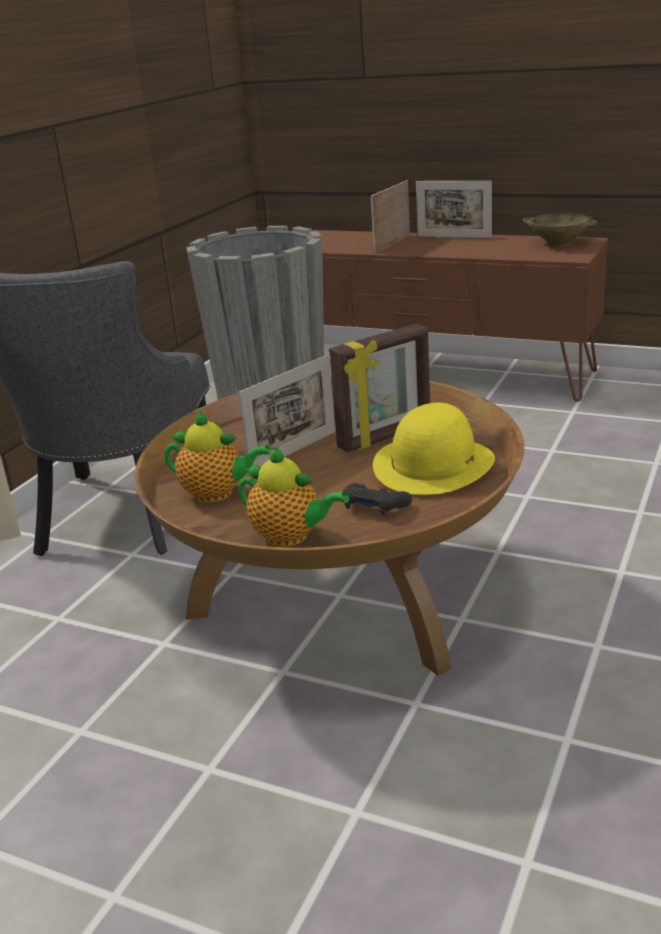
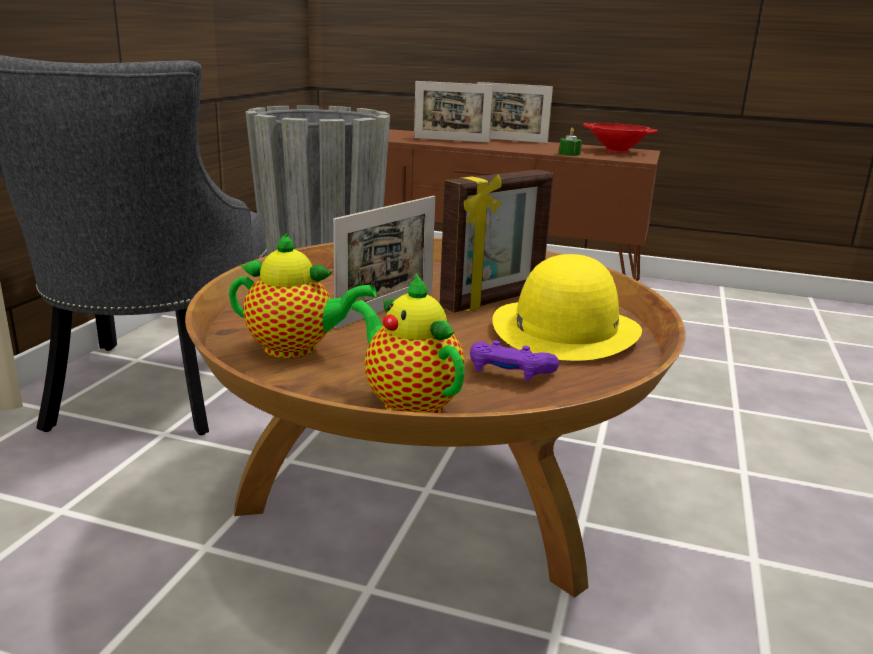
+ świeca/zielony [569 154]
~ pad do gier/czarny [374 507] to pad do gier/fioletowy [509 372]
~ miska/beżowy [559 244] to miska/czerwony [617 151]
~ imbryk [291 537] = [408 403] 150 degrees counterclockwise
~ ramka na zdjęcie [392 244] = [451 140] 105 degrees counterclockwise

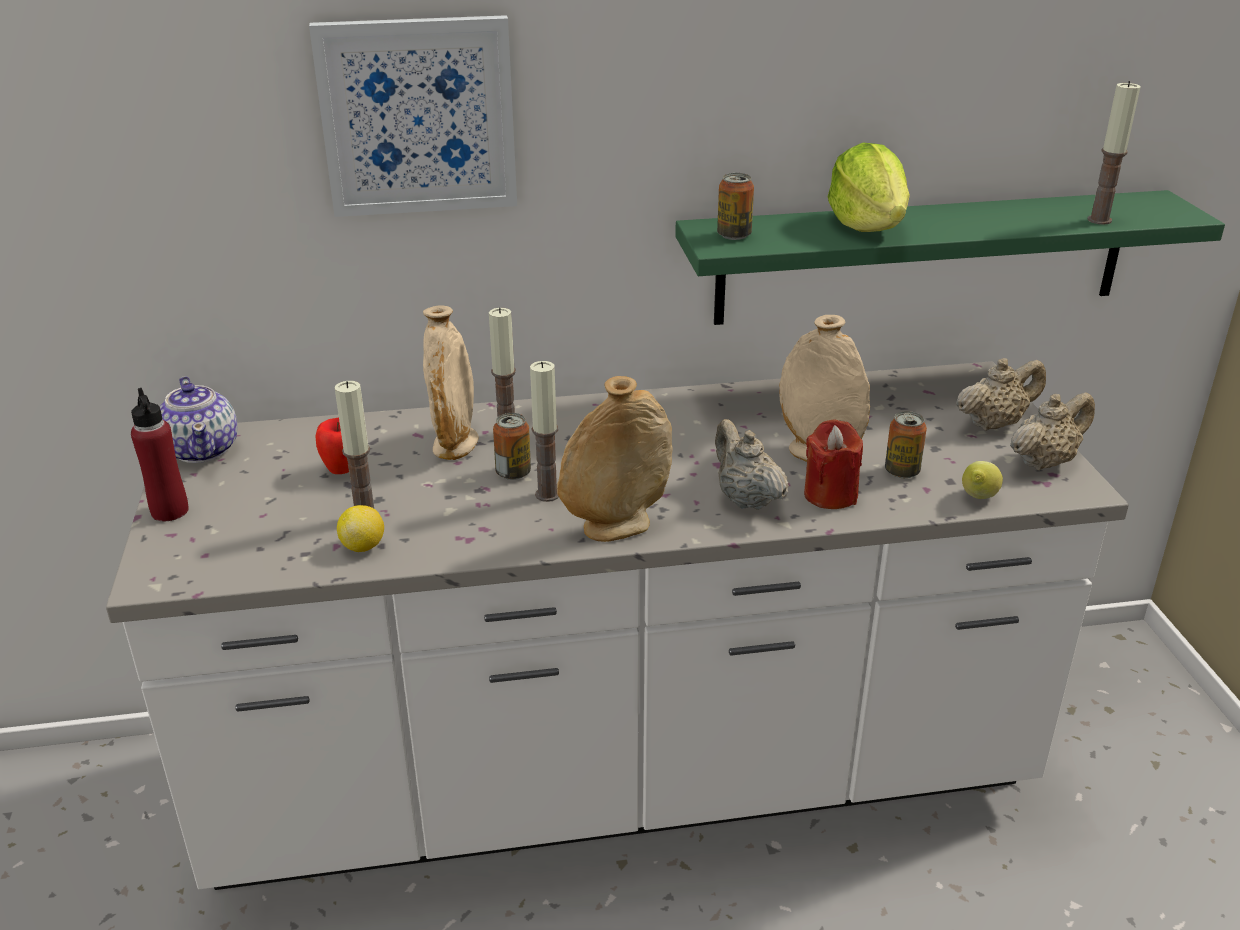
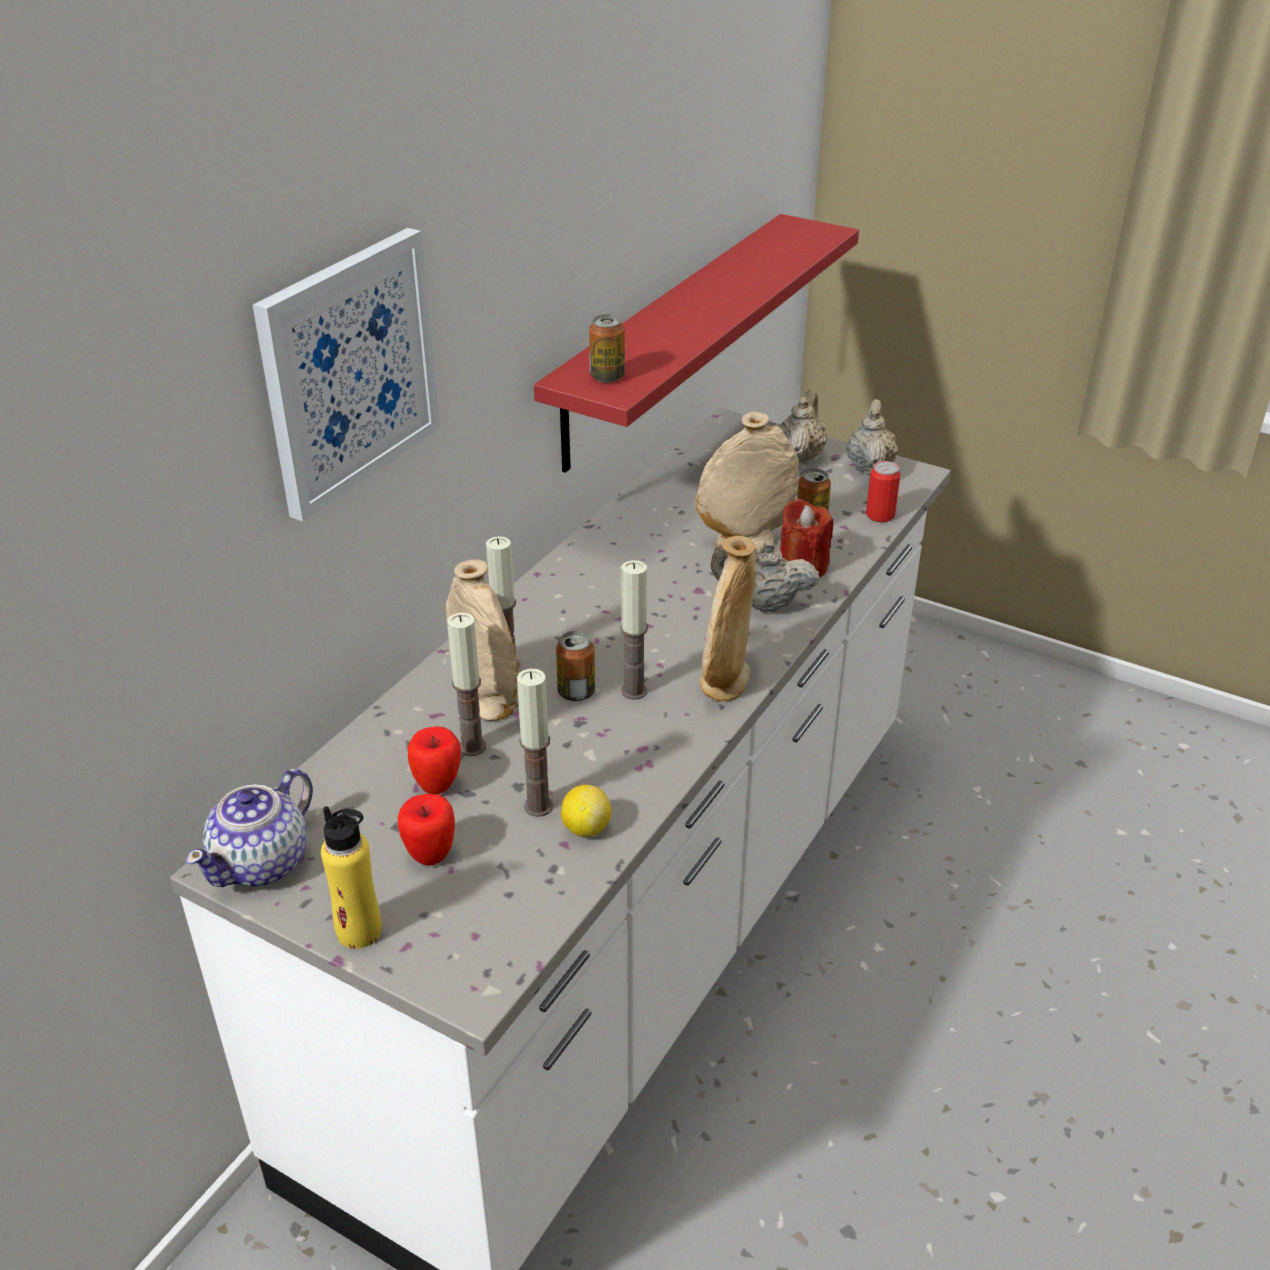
- sałata [868 226]
+ jabłko [430 855]
~ świeca [1099 220] to [472 747]
~ cytryna [978 498] to puszka [880 515]
~ butelka/czerwony [170 511] to butelka/żółty [359 931]
~ półka/zielony [922 257] to półka/czerwony [671 338]
~ imbryk [202 449] = [263 862] 105 degrees clockwise

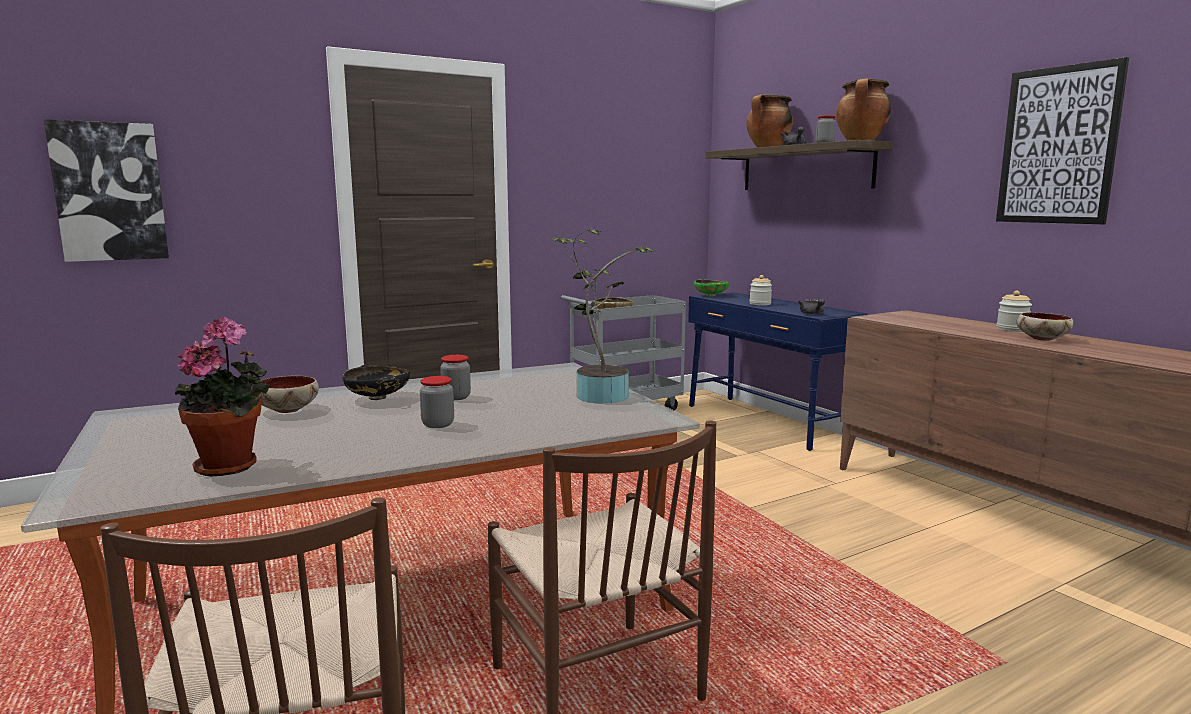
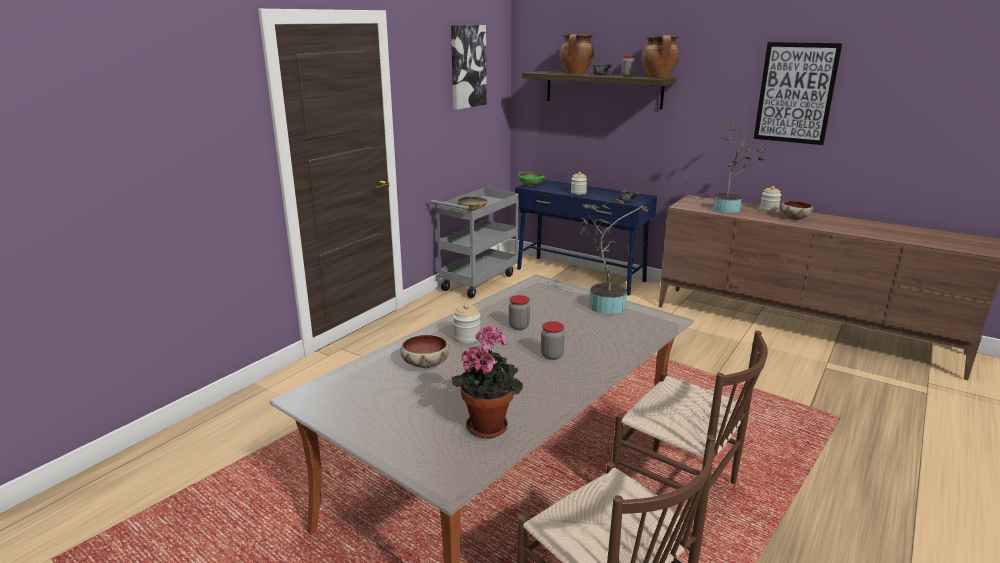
+ roślina doniczkowa [729 209]
~ obraz [109 192] to [467 66]
~ miska/czarny [378 398] to słoik [467 338]

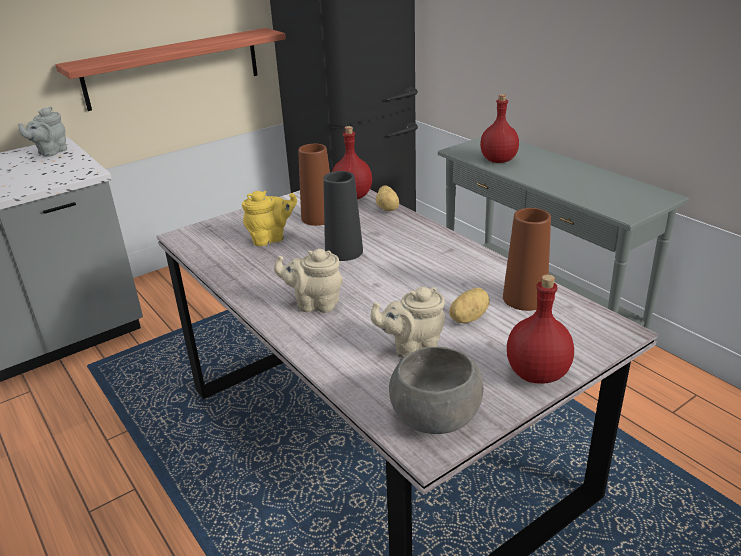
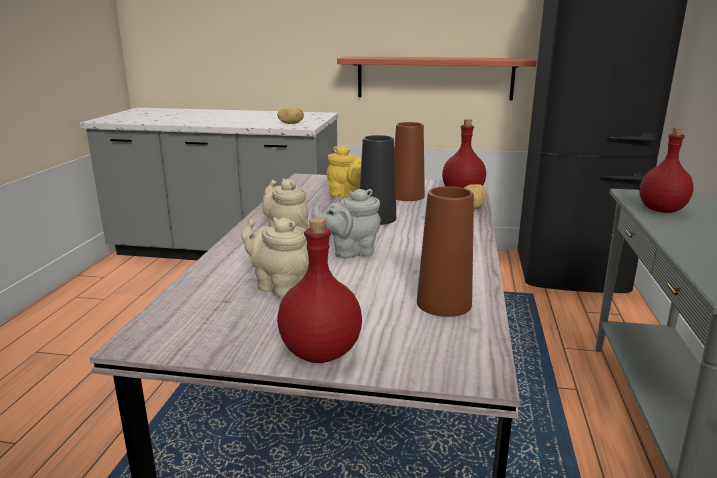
- miska/szary [435 414]
~ imbryk/szary [51 152] to [350 252]
~ ziemniak [467 318] to [291 123]

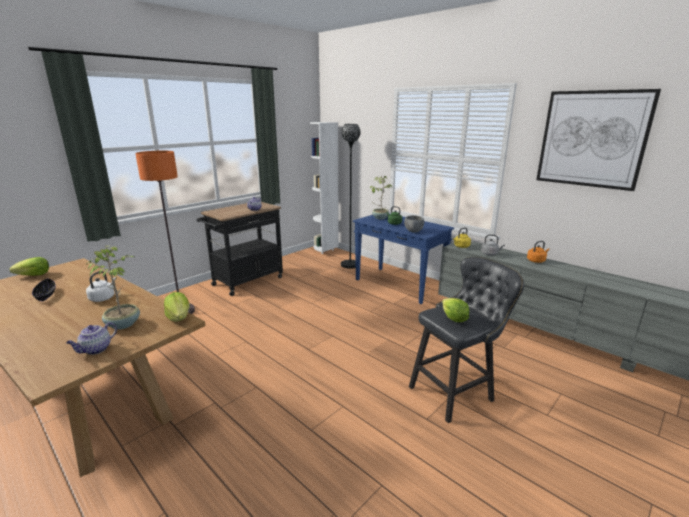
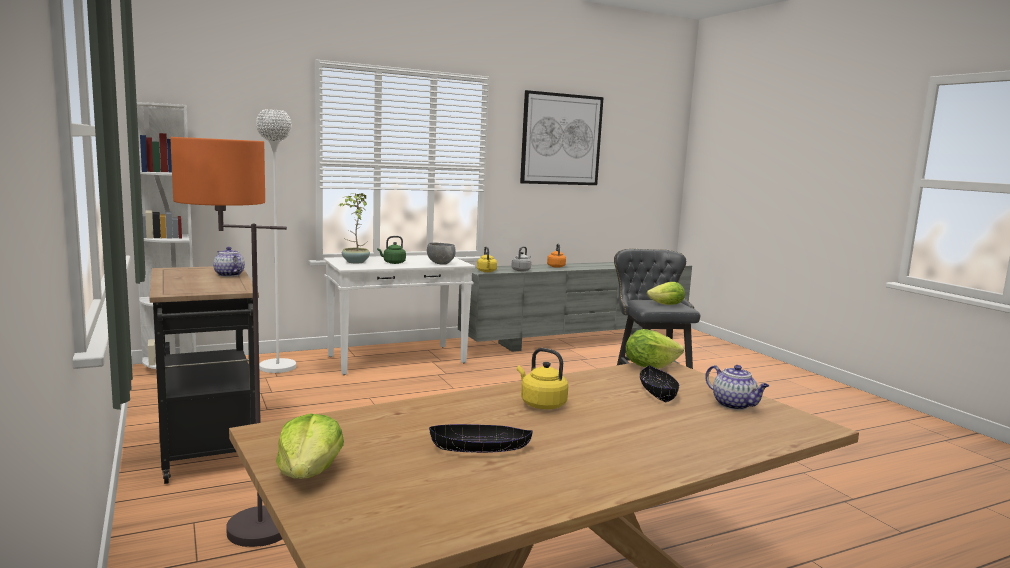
~ roślina doniczkowa [123 324] to miska/czarny [657 392]
~ czajnik/biały [103 298] to czajnik/żółty [541 404]
~ lampa stojąca/czarny [350 264] to lampa stojąca/biały [277 367]
~ stolik konsolowy/niebieski [399 285] to stolik konsolowy/biały [398 359]

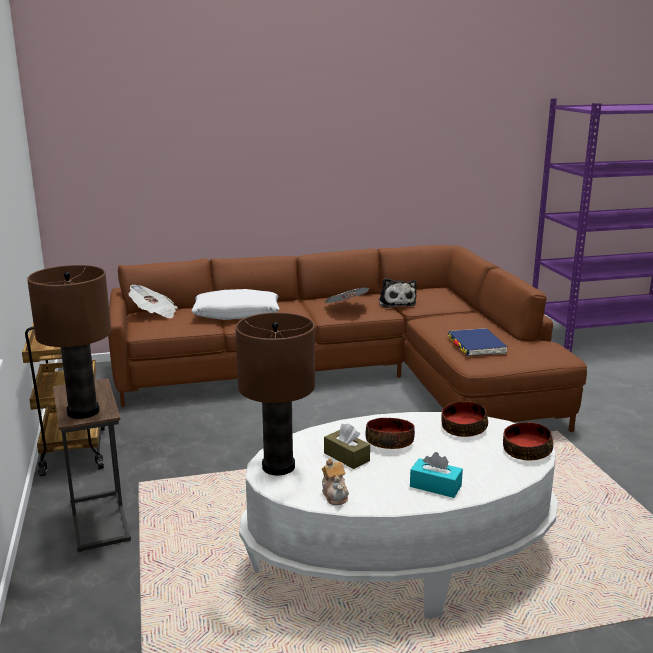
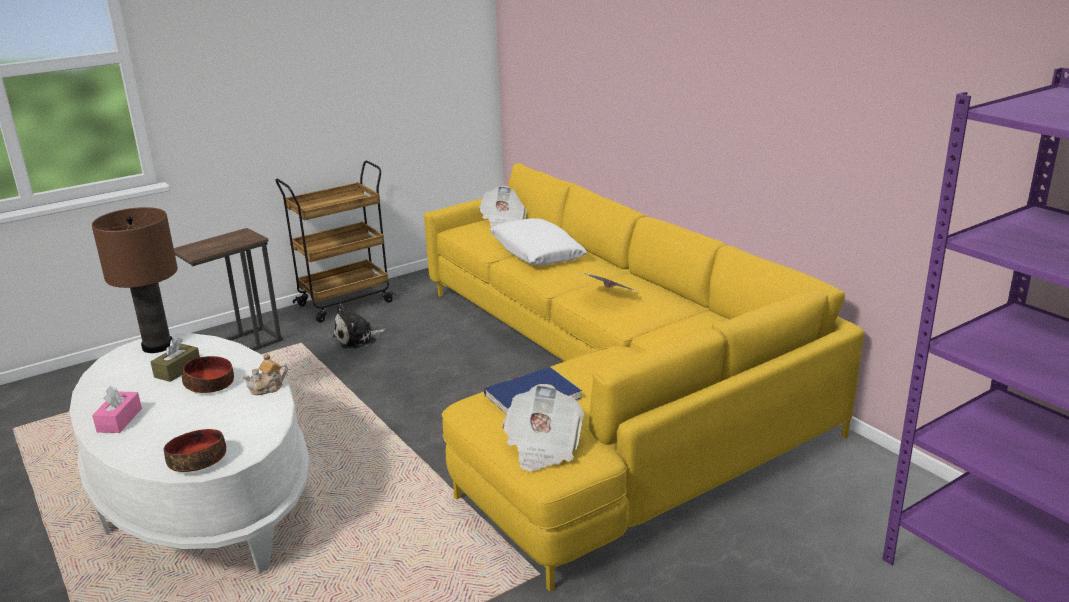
- lampa stołowa/brązowy [84 411]
- miska [463 428]
+ gazeta [542 447]
~ imbryk [335 494] to [268 388]
~ pluszak [396 303] to [357 339]
~ kanapa/brązowy [350 375] to kanapa/żółty [605 386]
~ pudełko chusteczek/turkusowy [435 486] to pudełko chusteczek/różowy [119 420]

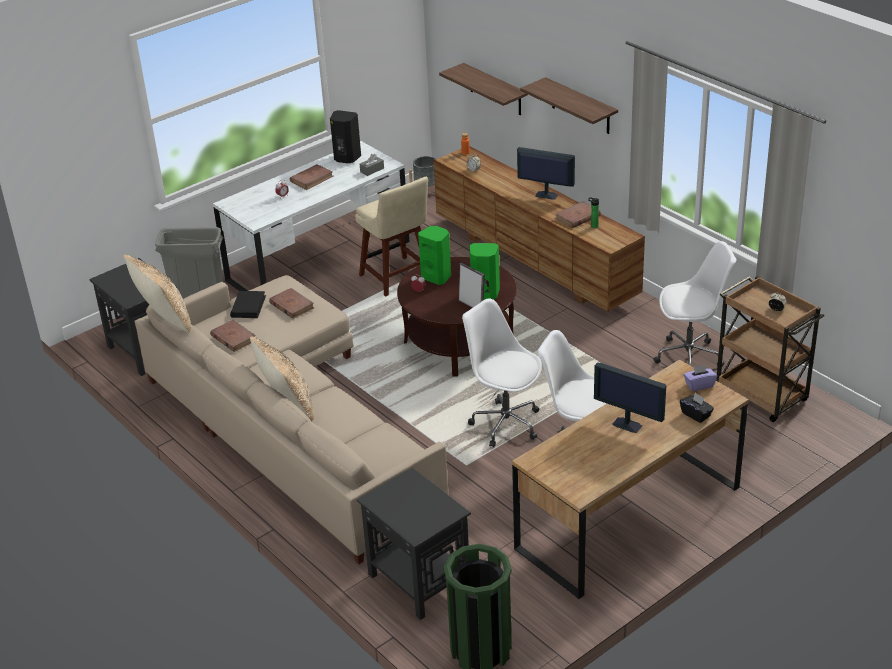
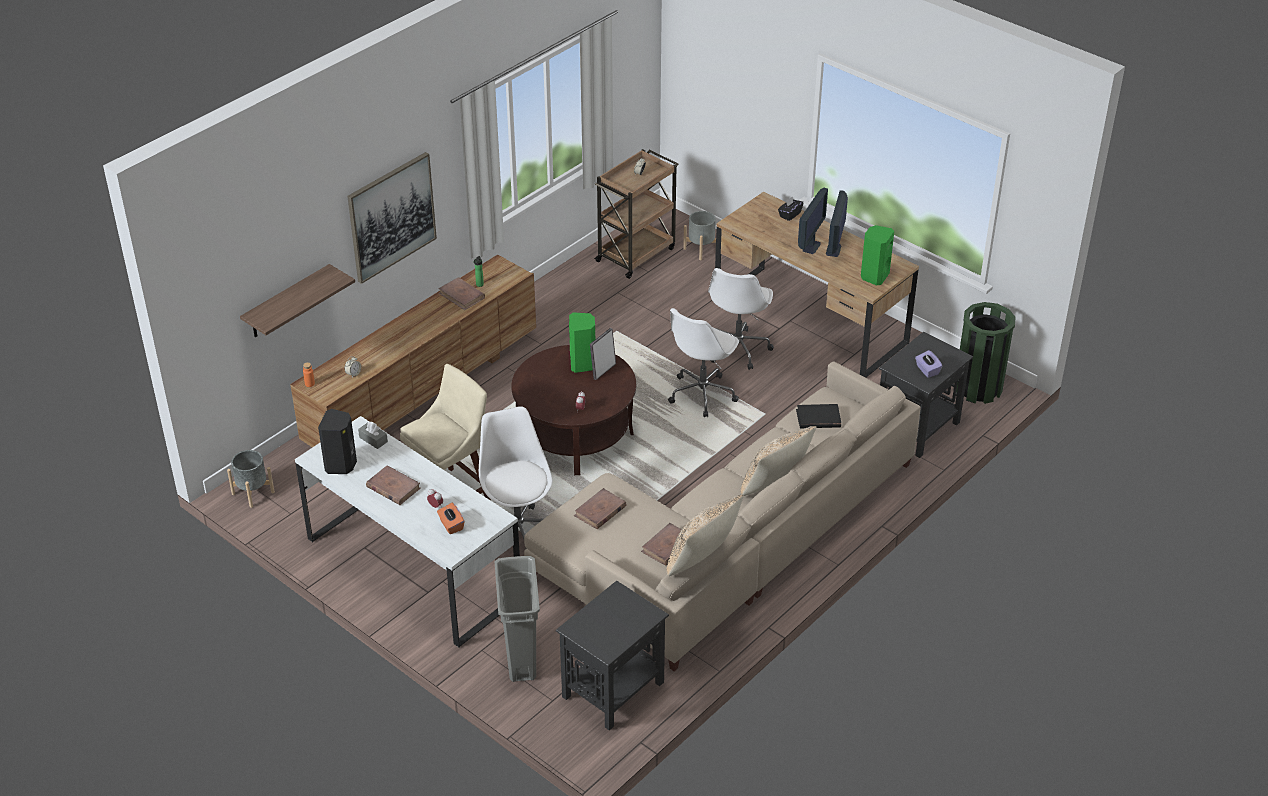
+ pudełko chusteczek/pomarańczowy [451 525]
+ donica/szary [701 249]
~ książka/czarny [248 306] to [818 418]
~ głośnik/zielony [437 277] to [874 276]
~ monitor [545 195] to [833 250]
~ krzesło biurowe/biały [690 357] to [518 530]
~ pudełko chusteczek/fioletowy [699 385] to [927 370]
~ półka [580 106] to obraz [391 217]

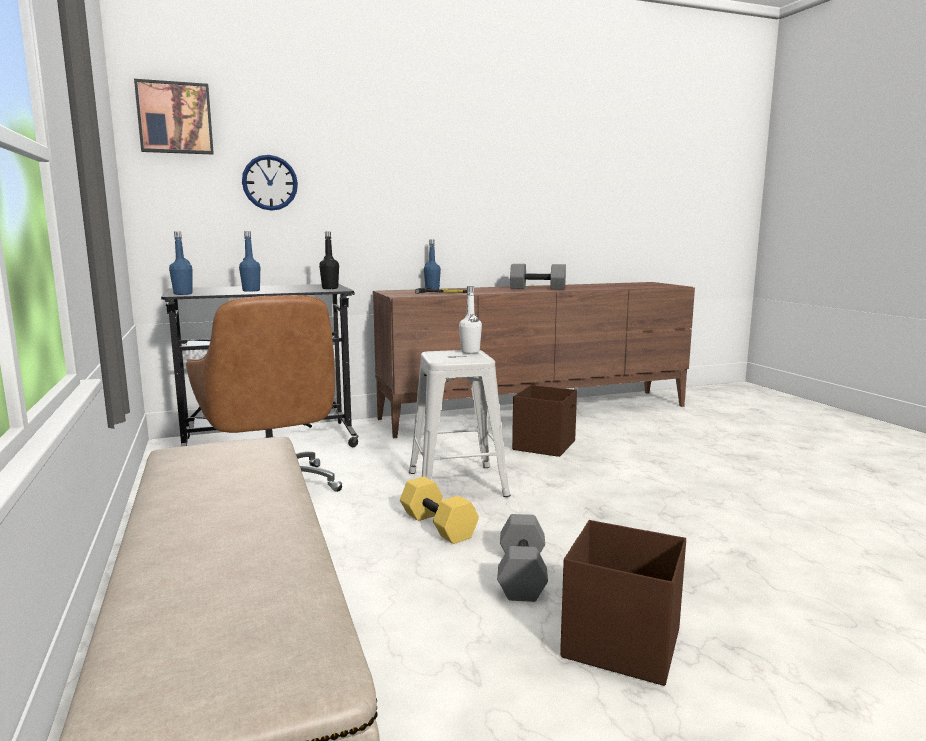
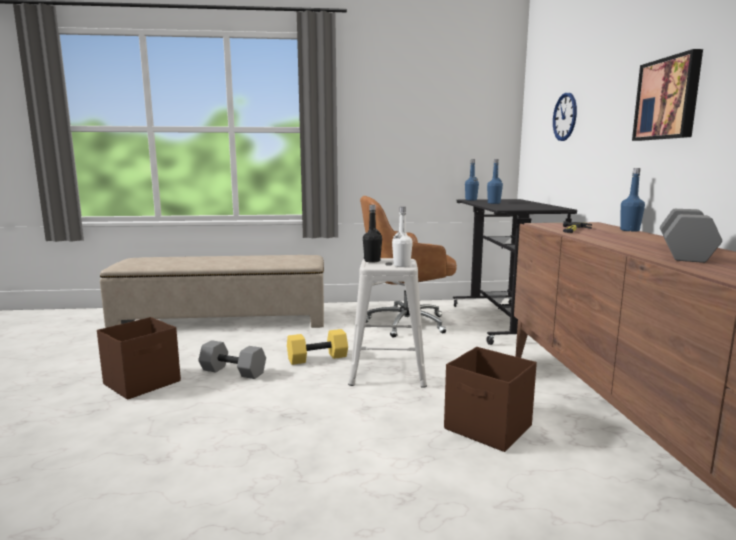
~ obraz [175 118] to [668 99]
~ butelka/czarny [330 288] to [372 261]

